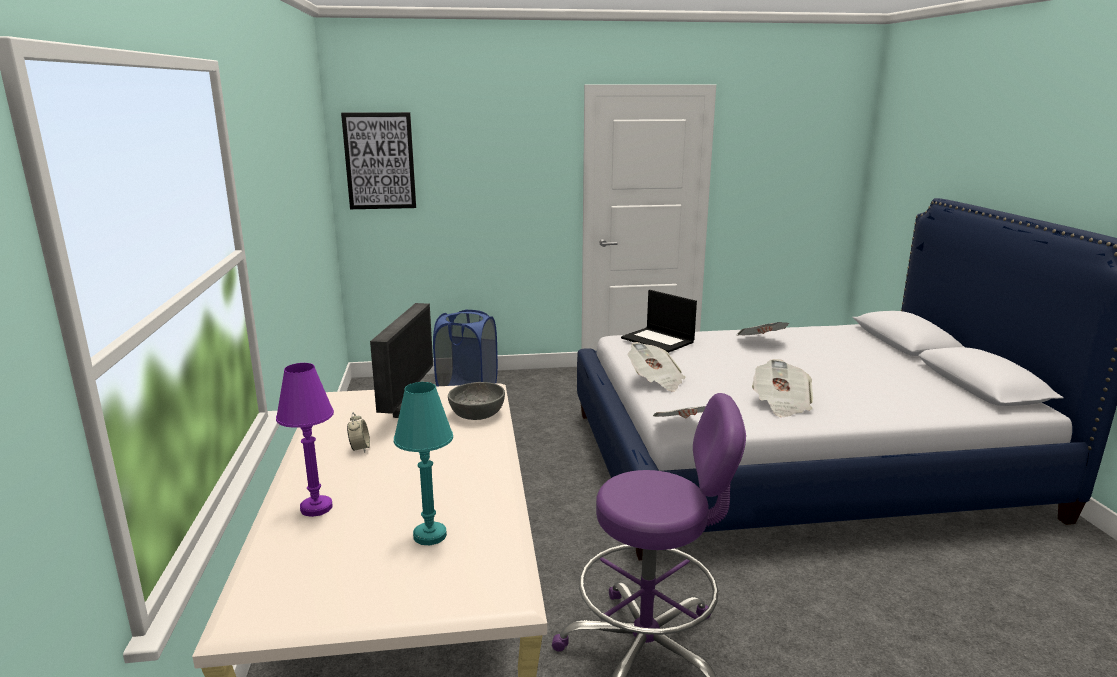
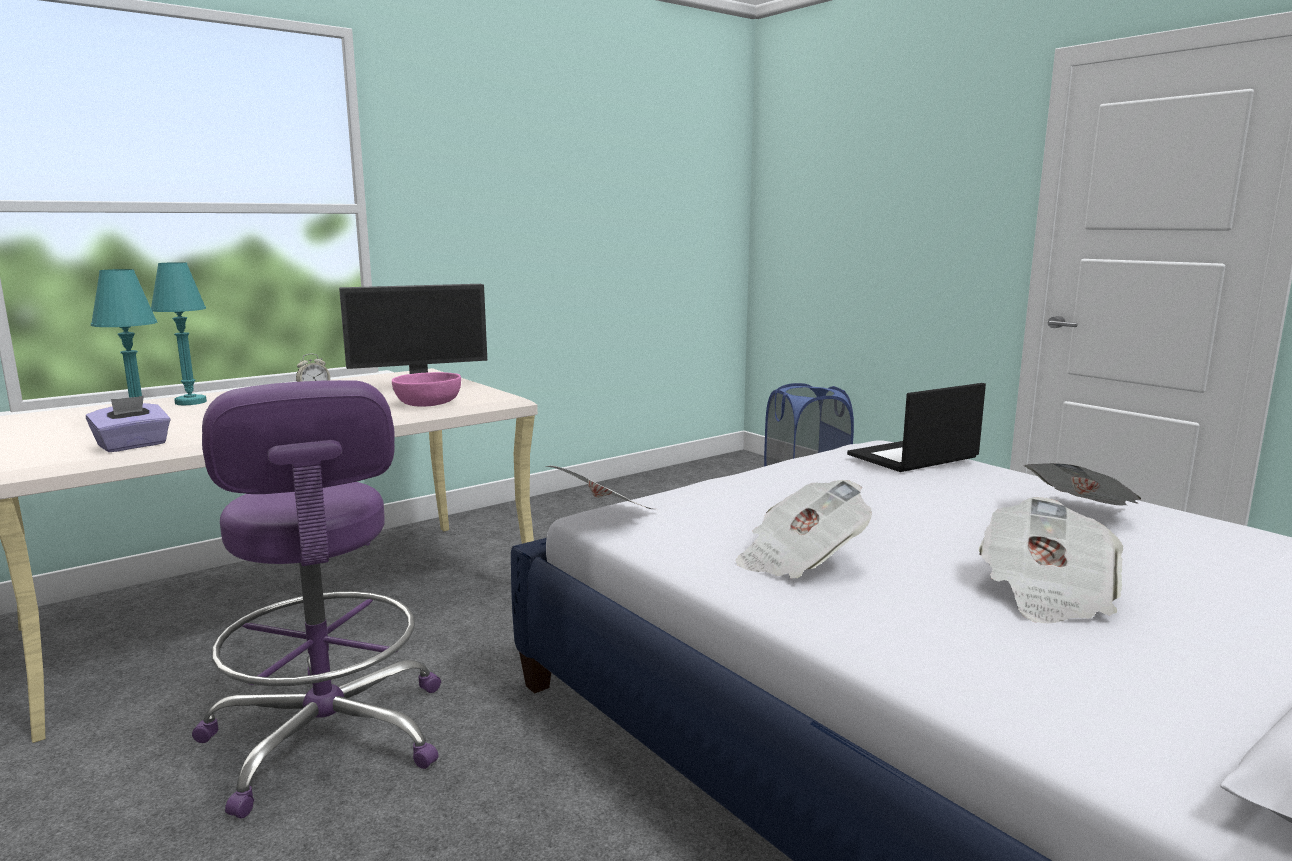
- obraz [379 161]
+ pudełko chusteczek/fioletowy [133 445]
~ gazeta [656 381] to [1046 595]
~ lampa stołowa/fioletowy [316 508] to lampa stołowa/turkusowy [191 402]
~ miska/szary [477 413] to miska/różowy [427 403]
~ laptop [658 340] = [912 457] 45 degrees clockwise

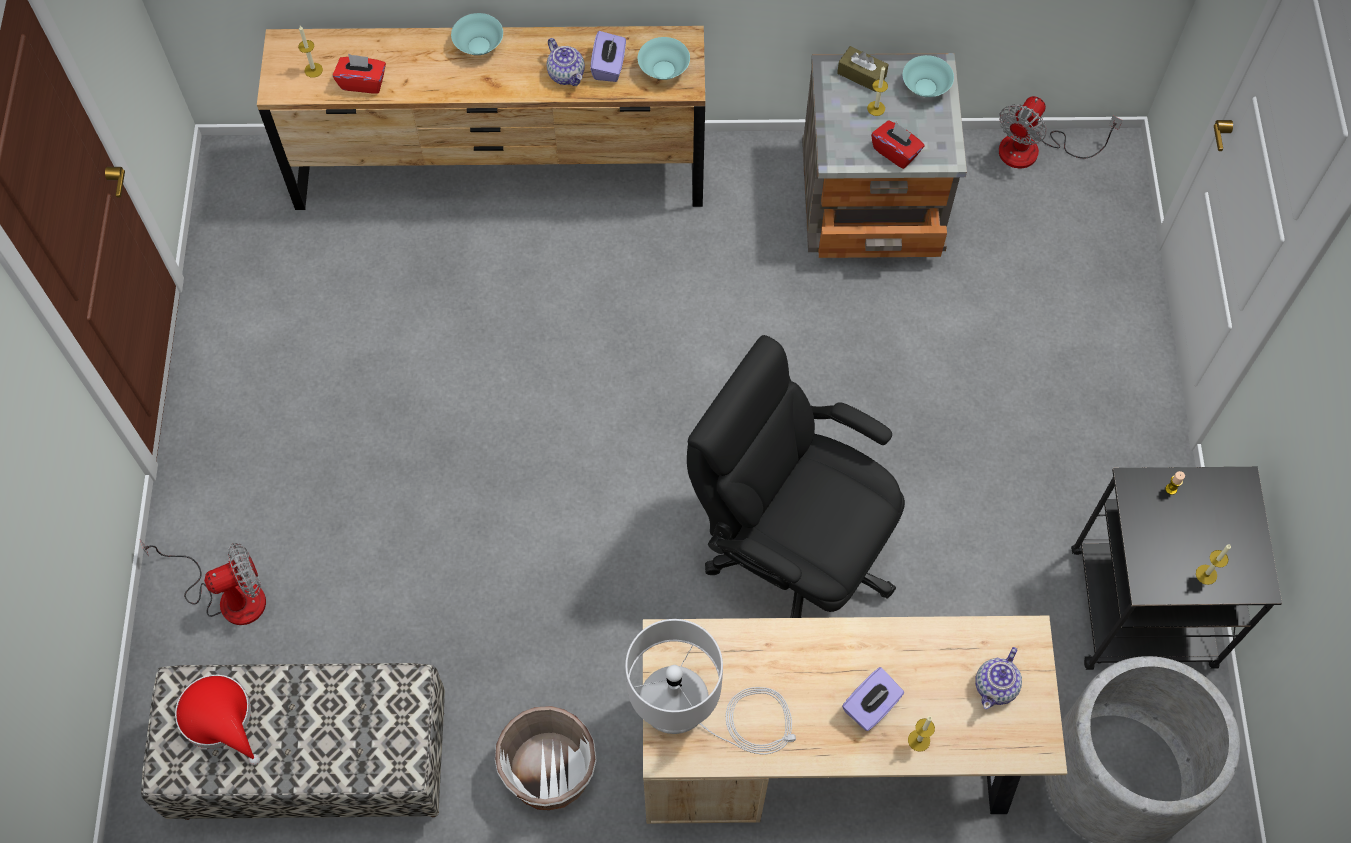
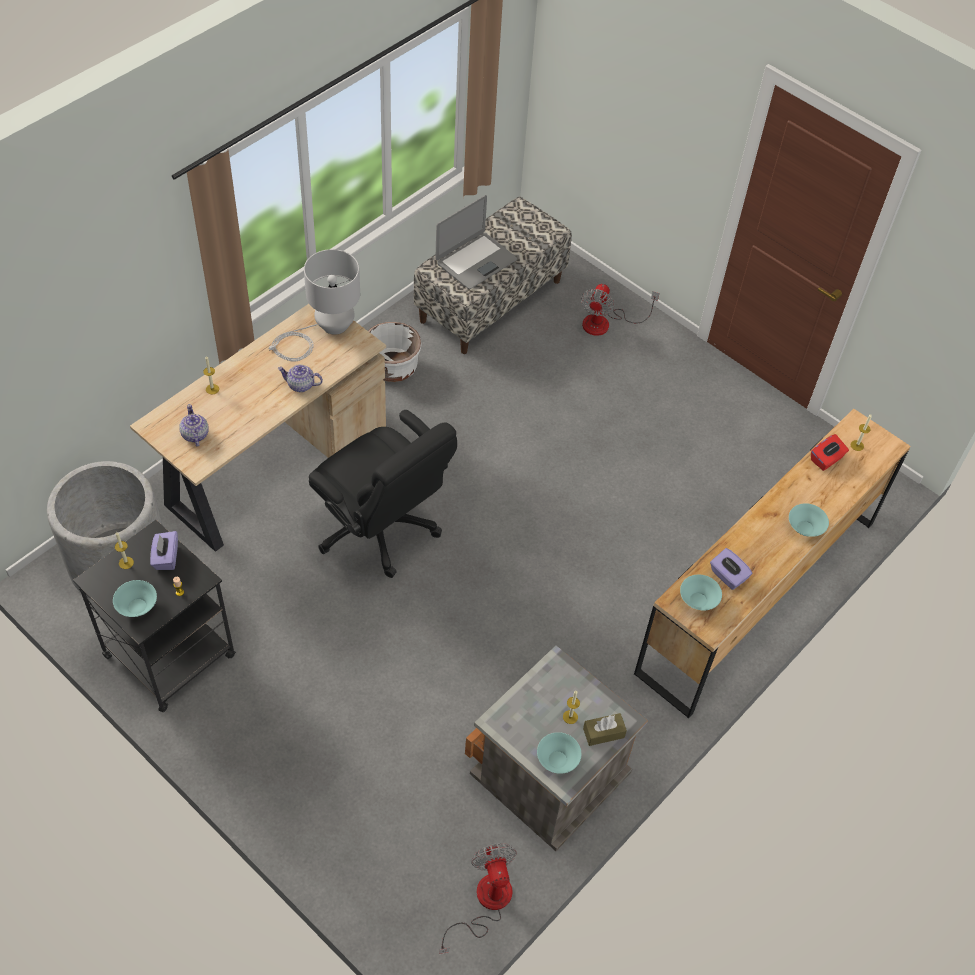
- kapelusz/czerwony [220 718]
- pudełko chusteczek/czerwony [895 152]
+ miska/turkusowy [137 606]
+ laptop [475 261]
~ imbryk [567 74] to [300 385]
~ pudełko chusteczek/fioletowy [871 706] to [166 557]
~ krzesło biurowe/czarny [790 554] = [381 533] 60 degrees clockwise

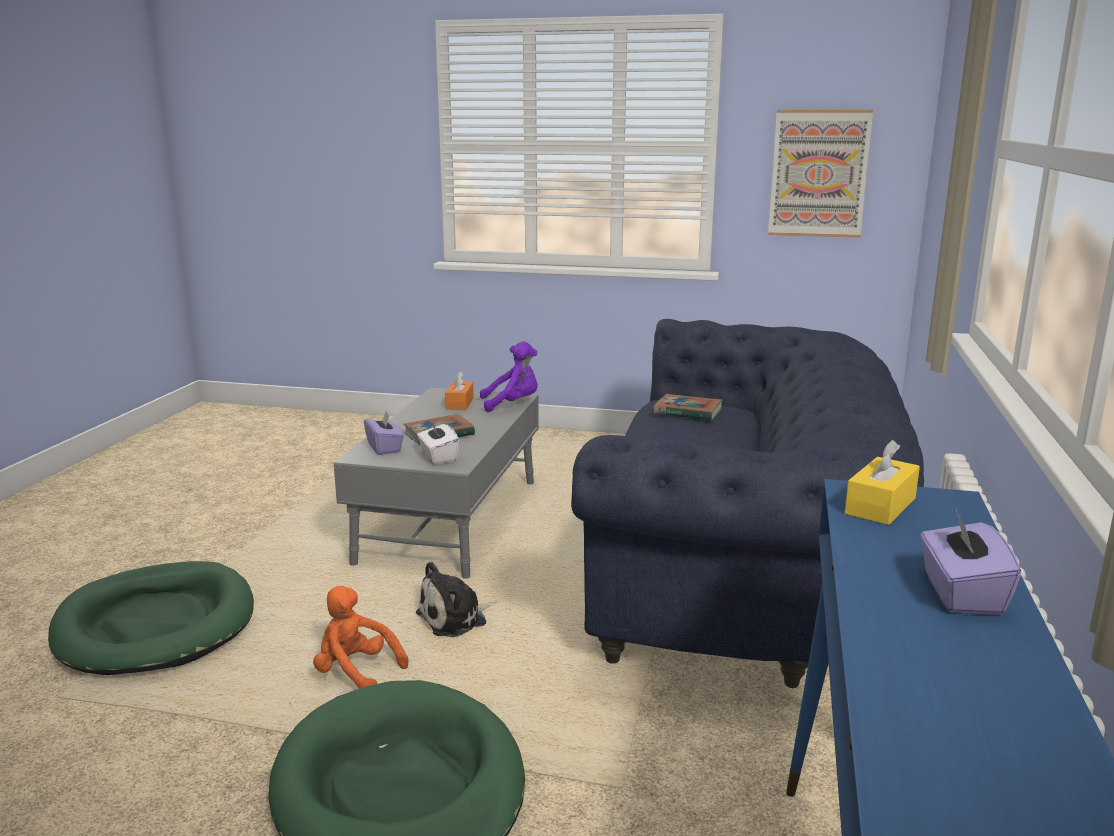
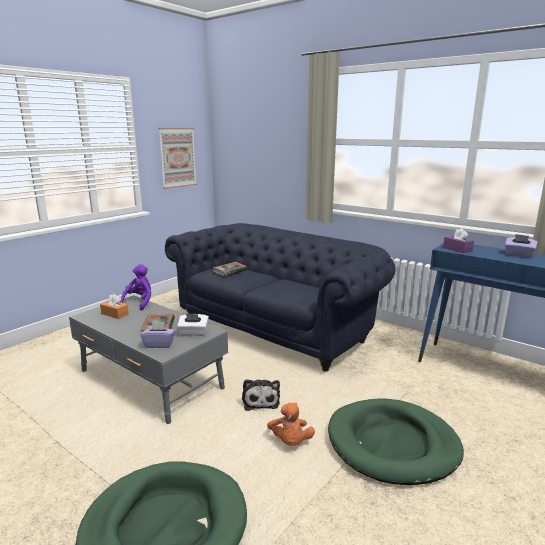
~ pudełko chusteczek/żółty [880 506] to pudełko chusteczek/fioletowy [457 249]
~ pluszak/pomarańczowy [355 672] = [290 442] 60 degrees counterclockwise

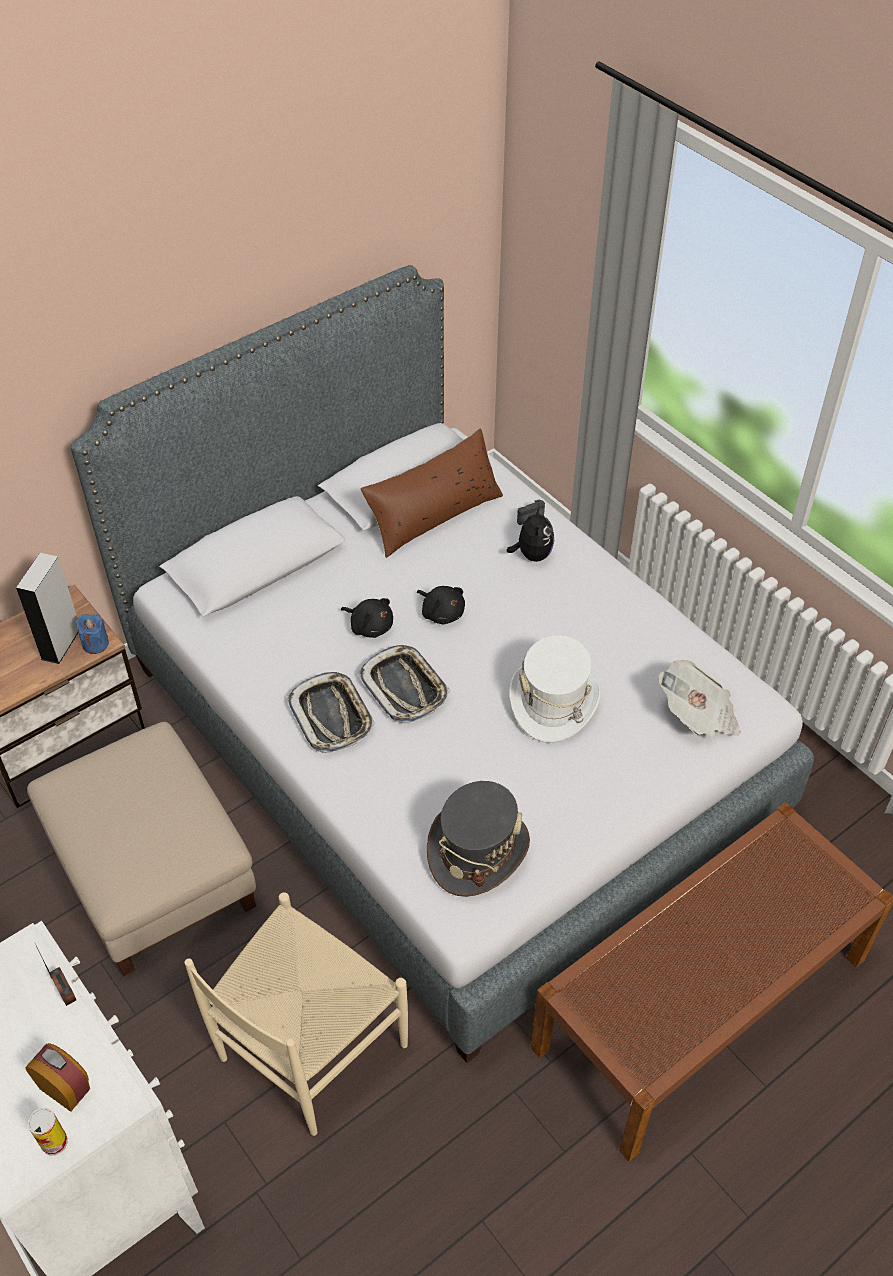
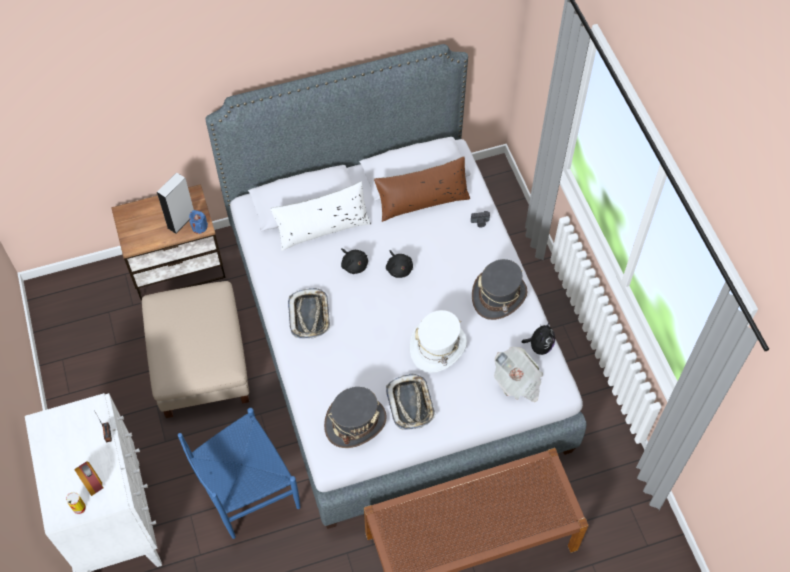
+ poduszka/biały [322 228]
+ kapelusz/szary [499 296]
~ taca [404 688] to [411 403]
~ pluszak [532 554] to [539 346]
~ krzesło/beżowy [308 1049] to krzesło/niebieski [247 492]

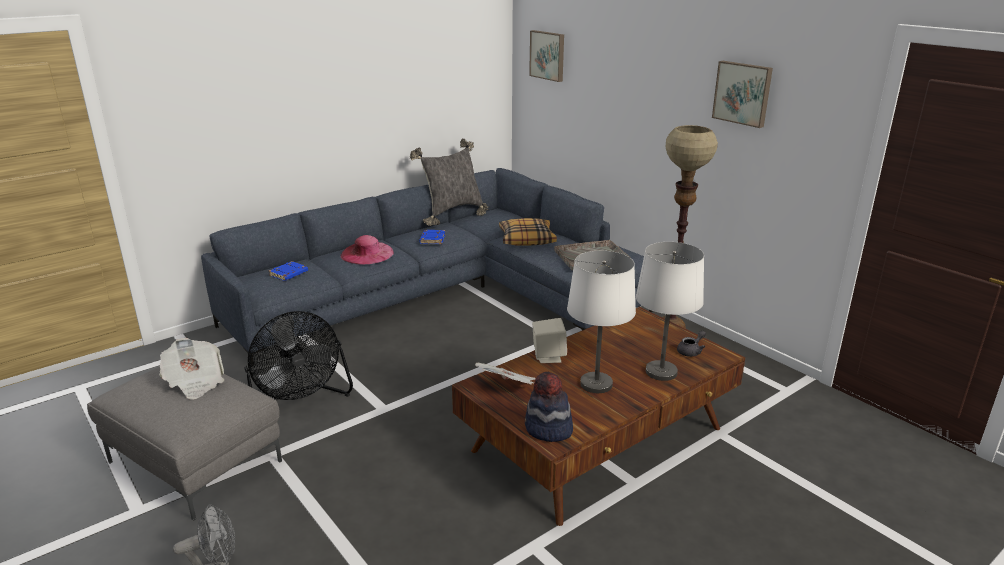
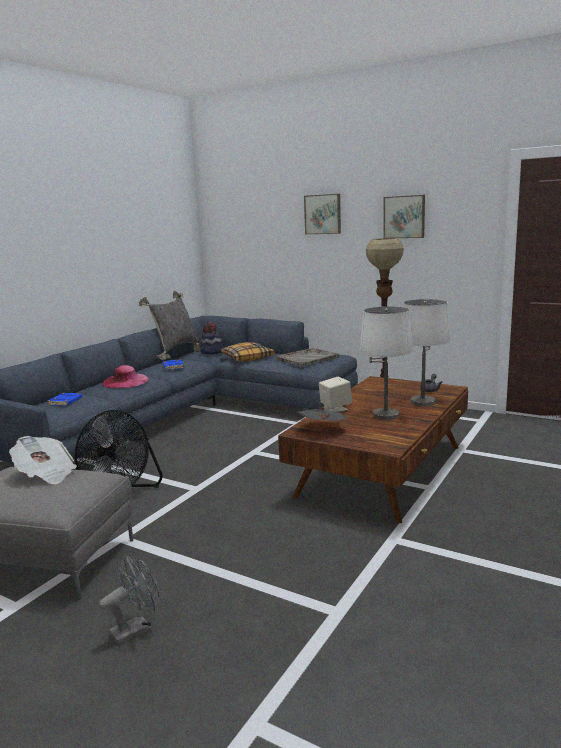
~ kapelusz [548 429] to [212 352]
~ obraz [548 55] to [323 214]

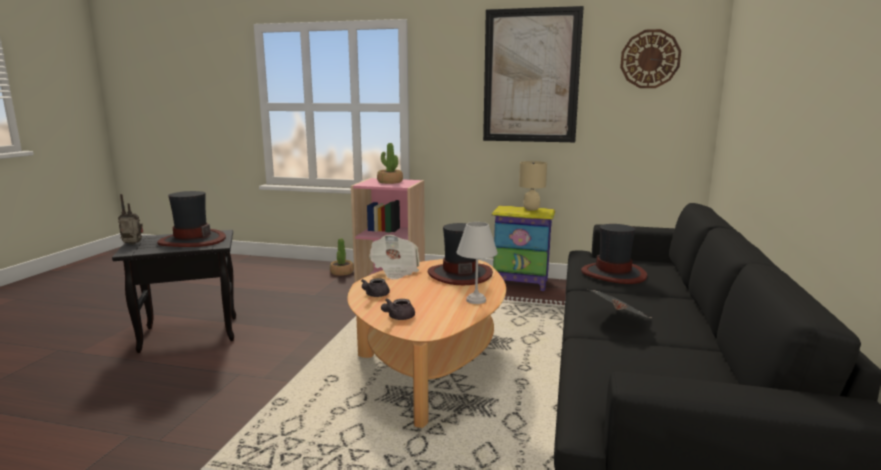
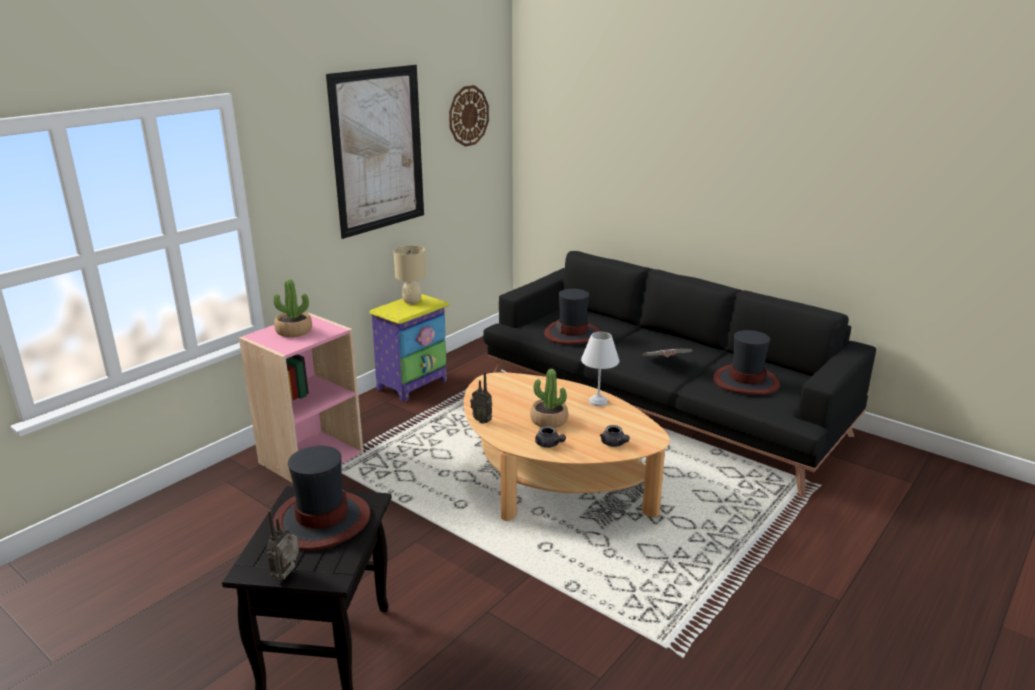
~ roślina doniczkowa [342 272] to [549 420]
~ kapelusz [459 274] to [745 381]
~ gazeta [395 270] to radio [482 420]

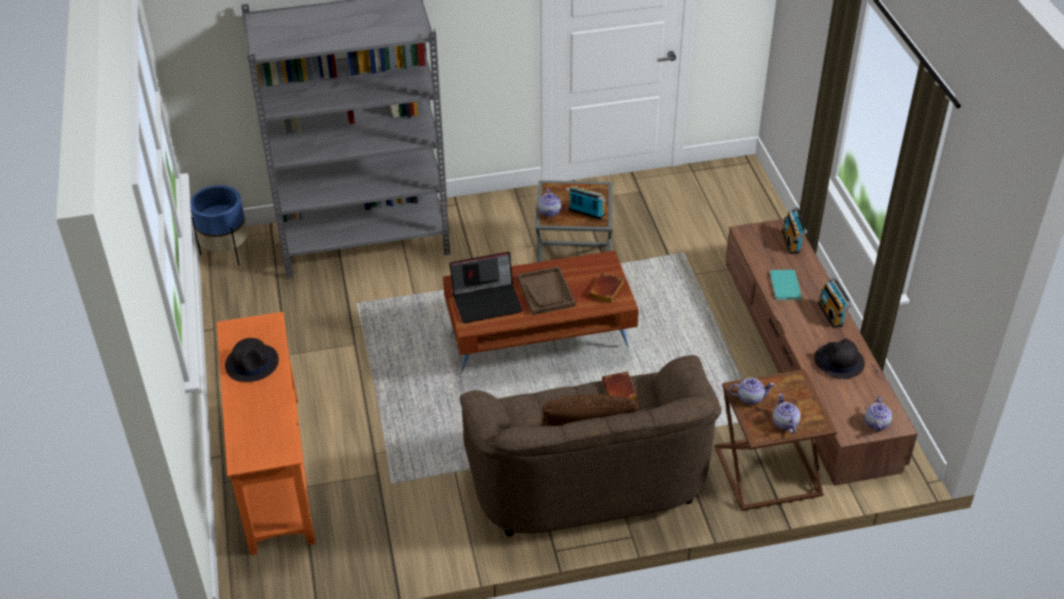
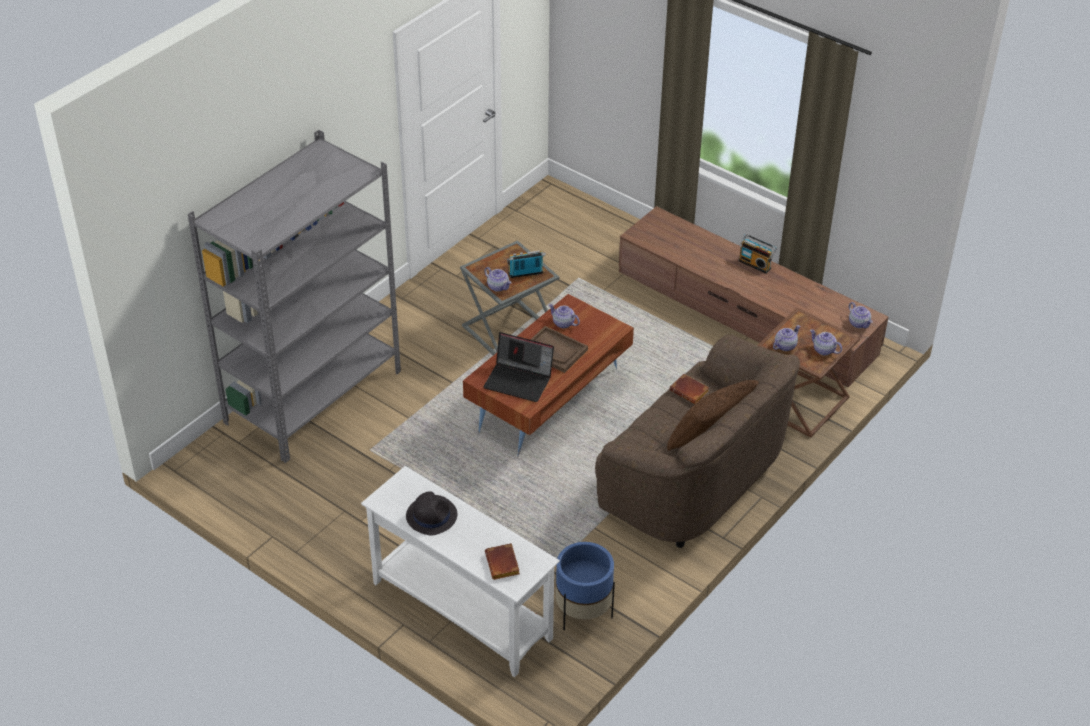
- książka/turkusowy [784 286]
- radio [792 242]
- kapelusz/czarny [838 362]
+ imbryk [563 323]
~ donica/niebieski [226 252] to [583 612]
~ książka/brązowy [607 291] to [503 565]
~ stolik konsolowy/pomarańczowy [274 473] to stolik konsolowy/biały [461 611]
~ laptop [487 301] = [519 380] 75 degrees clockwise

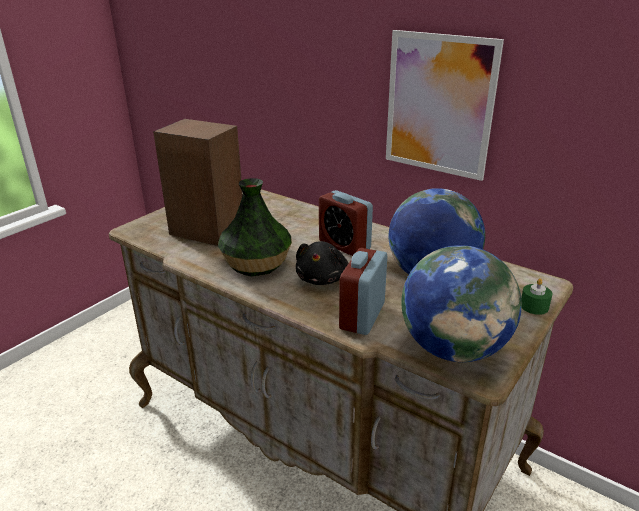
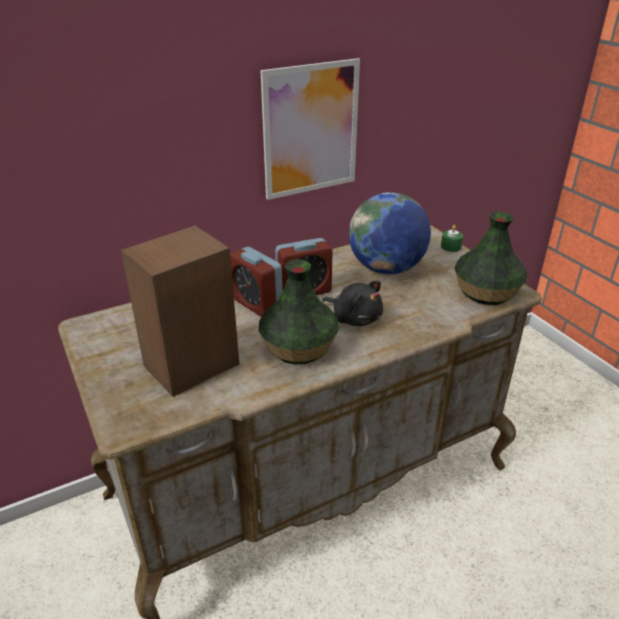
~ budzik [362 316] to [257 304]
~ globus [453 348] to wazon [485 292]

